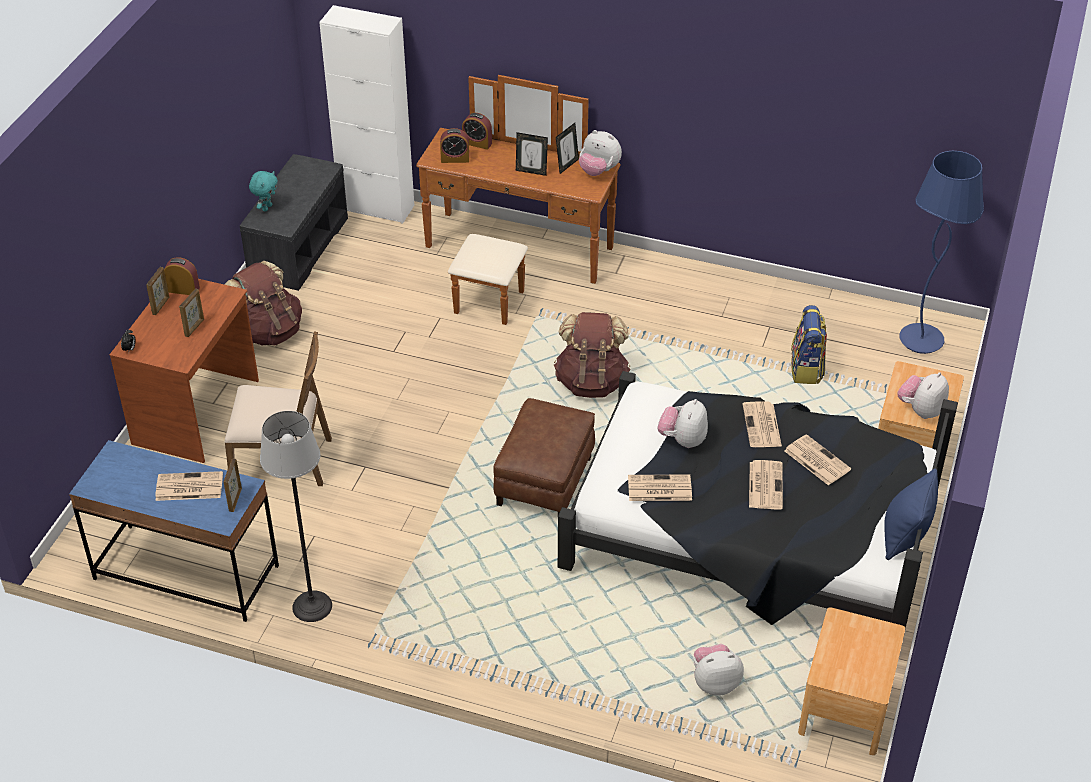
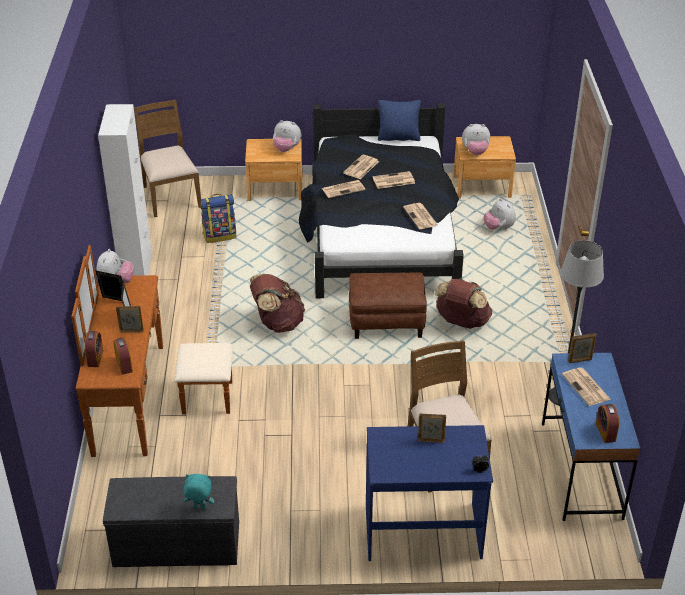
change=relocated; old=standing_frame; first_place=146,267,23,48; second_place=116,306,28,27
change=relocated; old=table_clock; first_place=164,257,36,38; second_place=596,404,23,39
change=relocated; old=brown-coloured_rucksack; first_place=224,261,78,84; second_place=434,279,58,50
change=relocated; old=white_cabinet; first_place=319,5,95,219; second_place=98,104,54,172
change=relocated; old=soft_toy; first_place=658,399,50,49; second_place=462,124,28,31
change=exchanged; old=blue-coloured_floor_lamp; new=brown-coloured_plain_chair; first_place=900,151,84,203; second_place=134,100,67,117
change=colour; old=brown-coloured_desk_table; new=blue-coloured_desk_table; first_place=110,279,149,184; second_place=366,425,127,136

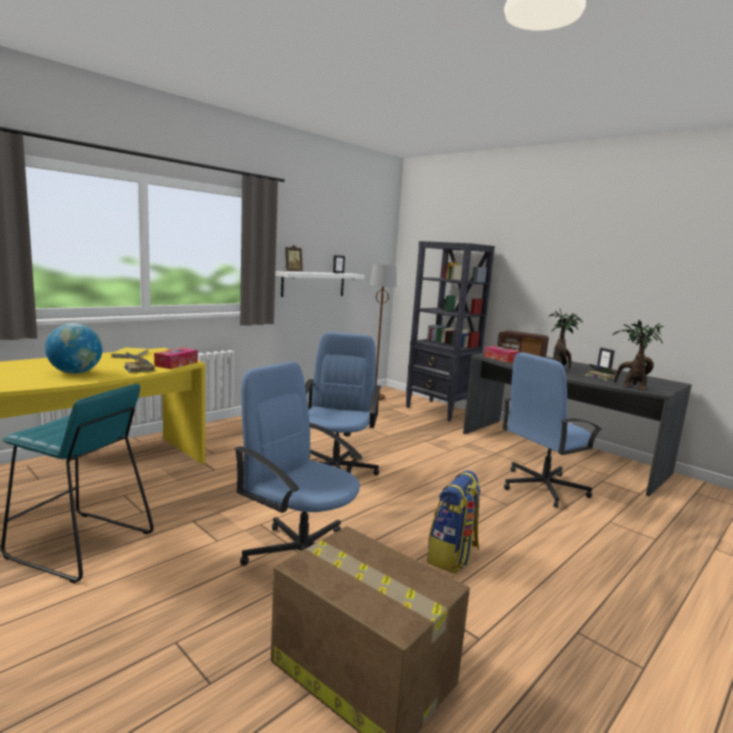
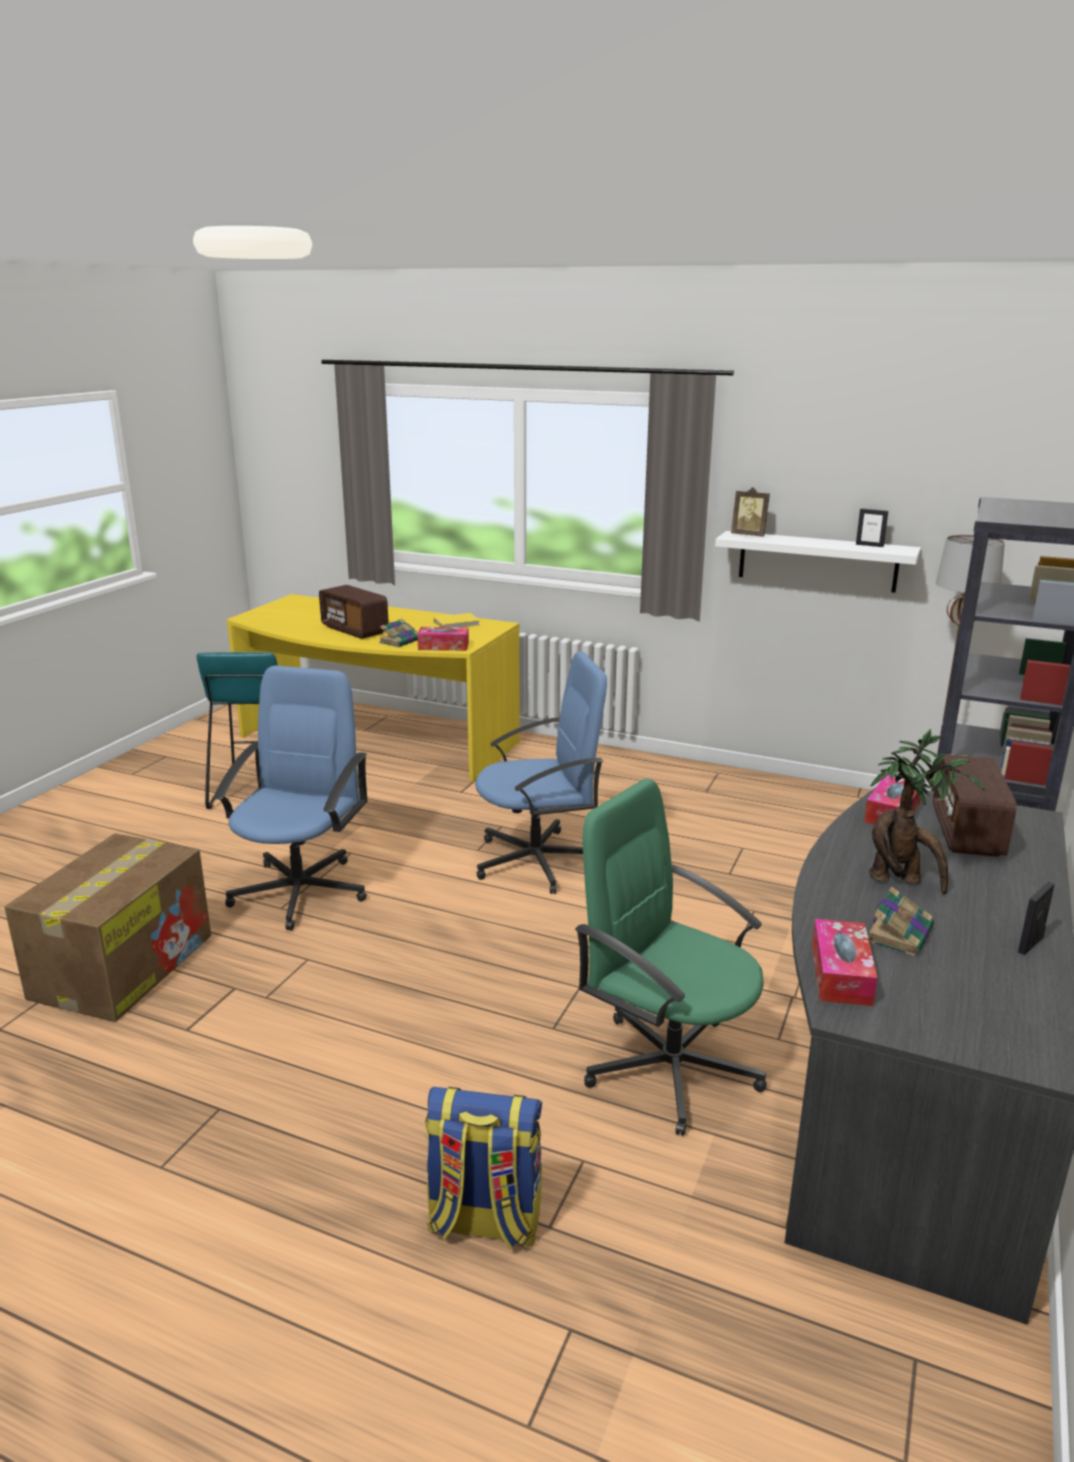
change=relocated; old=rucksack; first_place=427,470,54,103; second_place=425,1087,117,163
change=exchanged; old=desk_globe; new=radio; first_place=45,323,58,51; second_place=319,585,70,54
change=exchanged; old=potted_plant; new=box_of_tissues; first_place=613,320,51,70; second_place=812,919,66,87
change=colour; old=blue-coloured_desk_chair; new=greenish_desk_chair; first_place=503,352,99,156; second_place=575,779,192,357

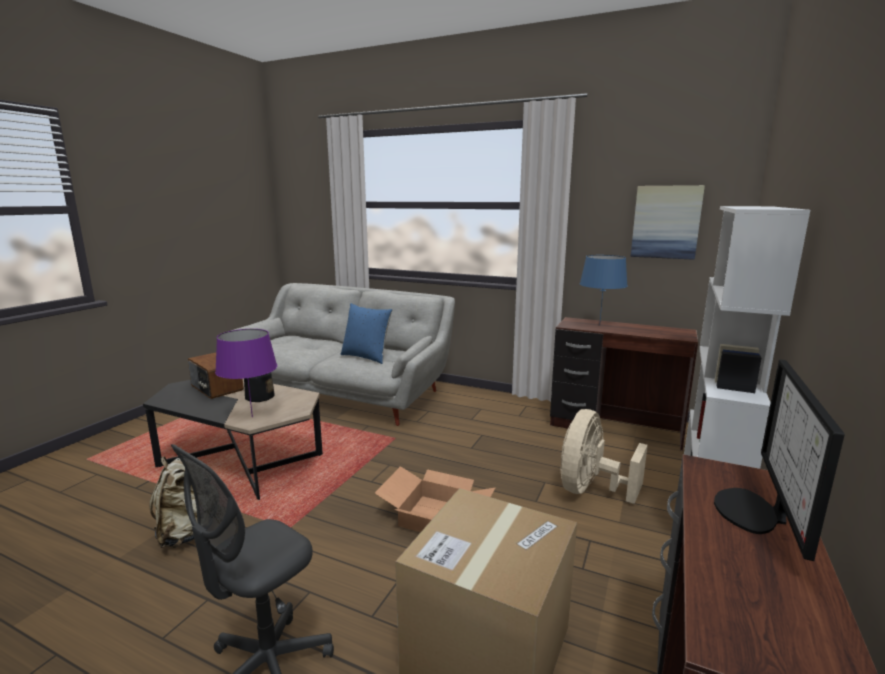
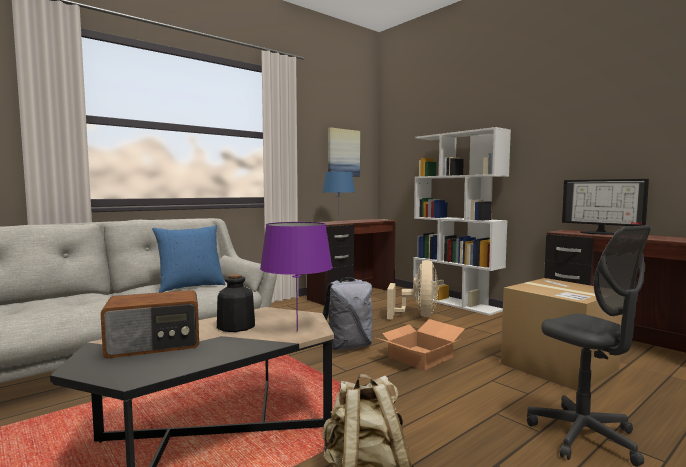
change=appeared; new=greyish_rucksack; second_place=323,277,49,73
change=spun; old=beige-coloured_cooling_fan; first_place=560,409,88,95; second_place=387,260,52,59; degrees=-135

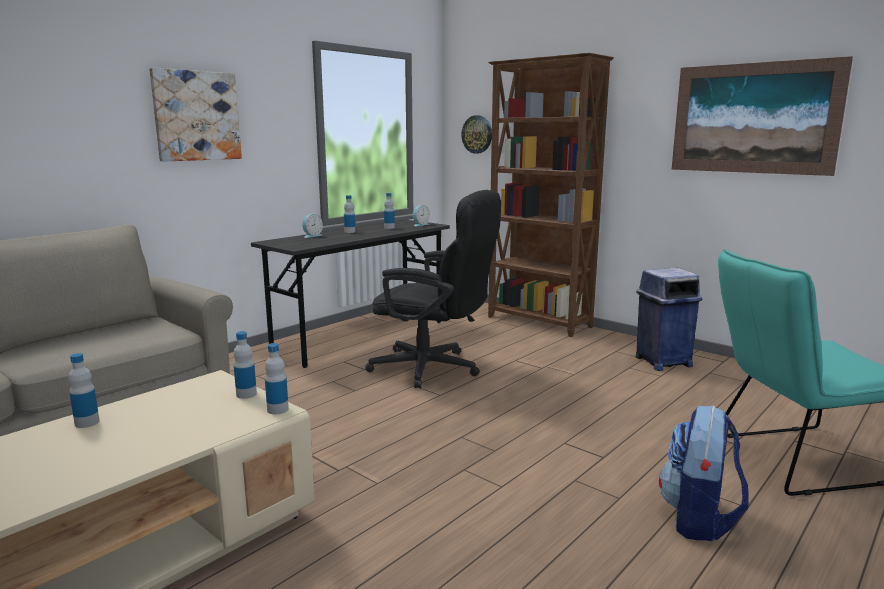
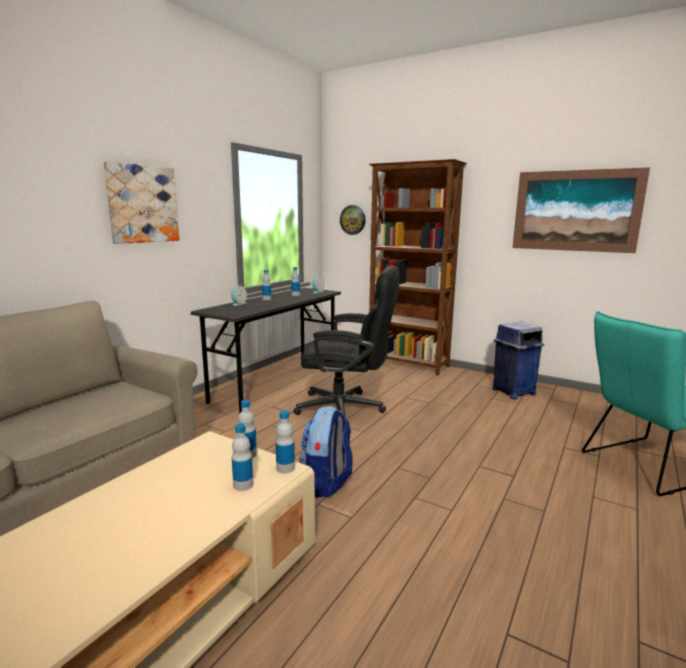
change=relocated; old=beverage_bottle; first_place=68,353,32,75; second_place=232,424,21,67
change=relocated; old=rucksack; first_place=659,406,90,135; second_place=299,406,54,91

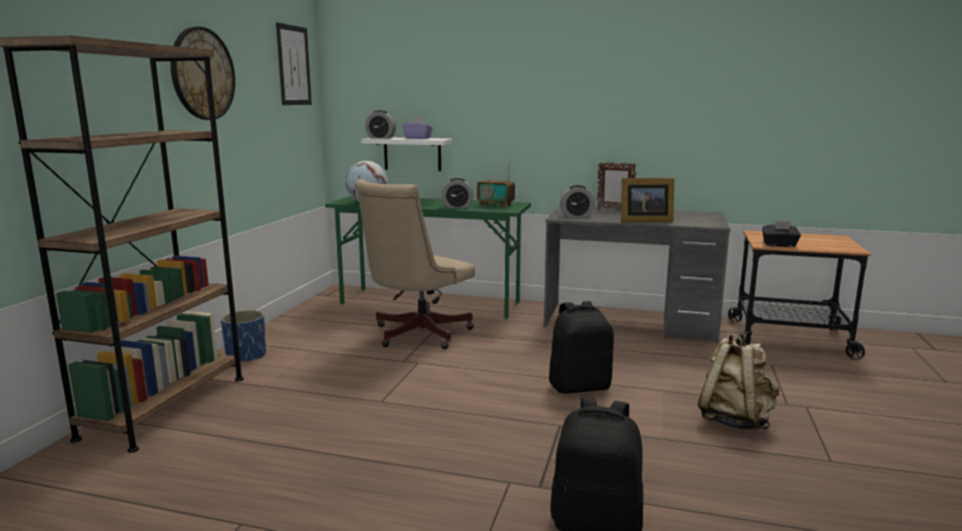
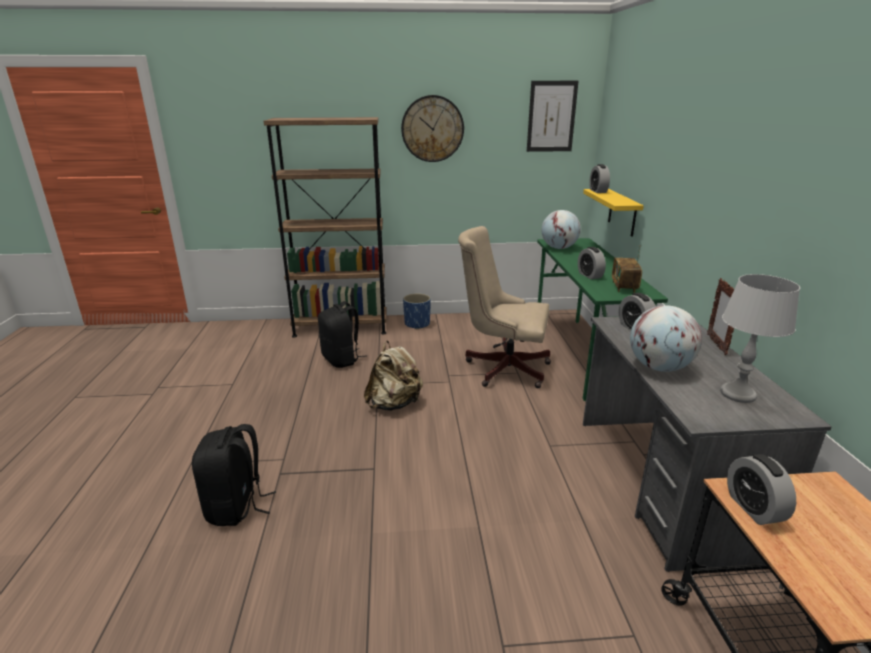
change=missing; old=purplish_box_of_tissues; first_place=403,117,29,22
change=appeared; new=greyish_tabletop_lamp; second_place=720,274,80,129
change=relocated; old=blackish_rucksack; first_place=549,301,65,93; second_place=318,301,49,67
change=relocated; old=beige-coloured_rucksack; first_place=698,333,81,97; second_place=364,341,59,70
change=exchanged; old=standing_frame; new=desk_globe; first_place=621,178,53,44; second_place=630,305,72,67
change=exchanged; old=blackish_box_of_tissues; new=table_clock; first_place=762,221,39,26; second_place=727,454,69,71
change=colour; old=white_bracket_shelf; new=yellow_bracket_shelf; first_place=362,138,90,33; second_place=583,189,61,48

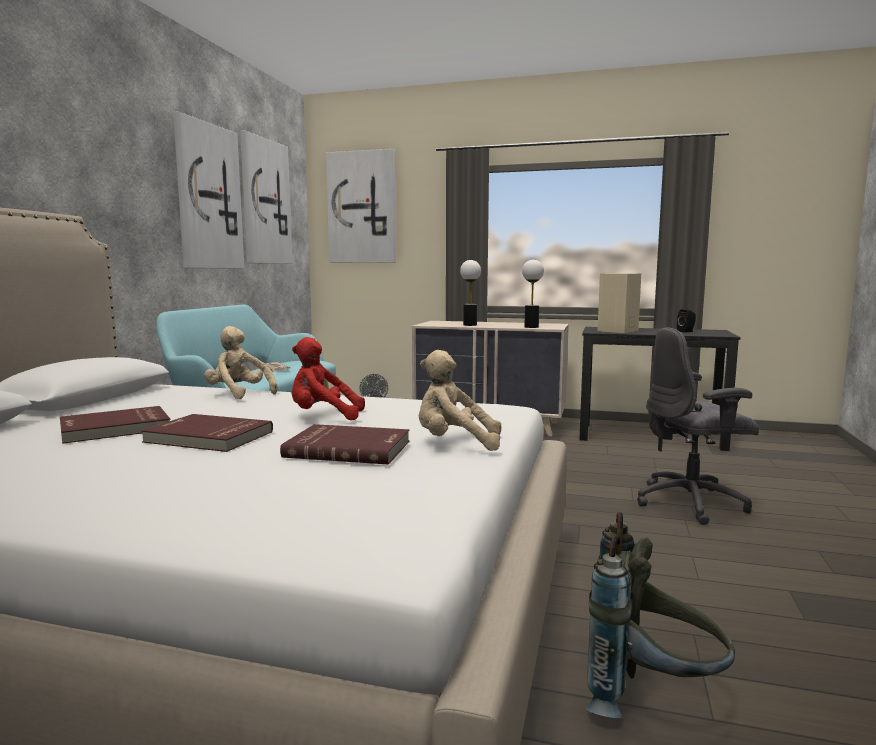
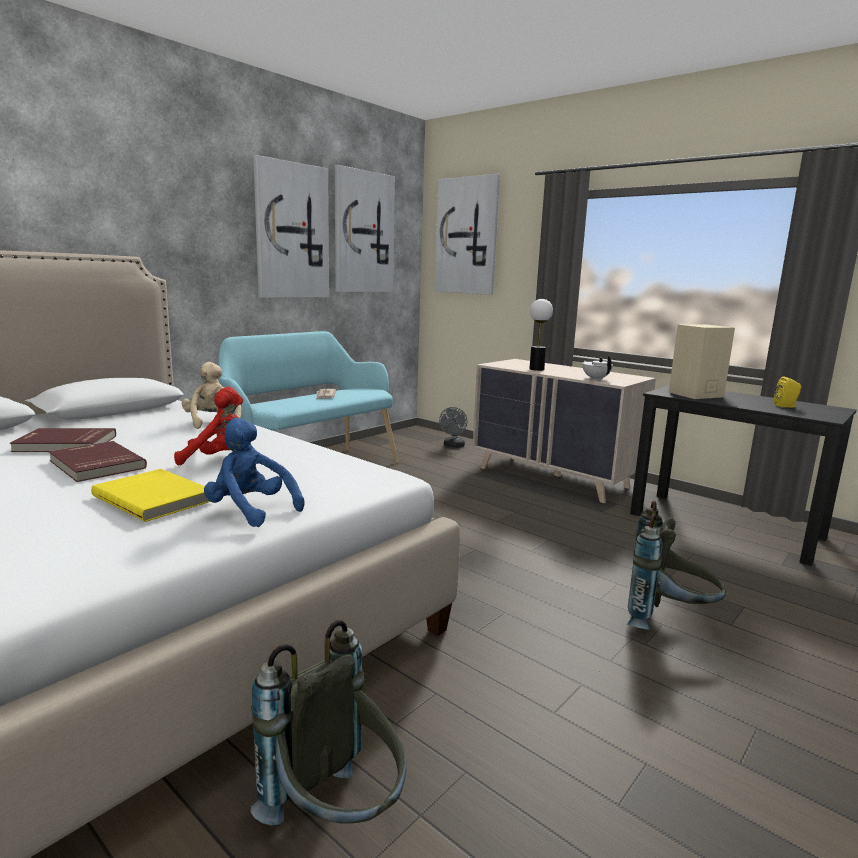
change=exchanged; old=tabletop_lamp; new=white_tea_pot; first_place=522,260,22,68; second_place=582,355,31,26
change=exchanged; old=greyish_desk_chair; new=greyish_rucksack; first_place=637,327,122,198; second_place=626,500,100,130
change=colour; old=red_book; new=yellow_book; first_place=280,424,129,41; second_place=91,469,120,53
change=colour; old=beige-coloured_soft_toy; new=blue-coloured_soft_toy; first_place=419,350,82,101; second_place=204,418,101,109
change=colour; old=blackish_audio_speaker; new=yellow_audio_speaker; first_place=677,309,19,23; second_place=774,376,28,31
change=spun; old=red_soft_toy; first_place=292,337,73,83; second_place=174,387,69,78; degrees=150

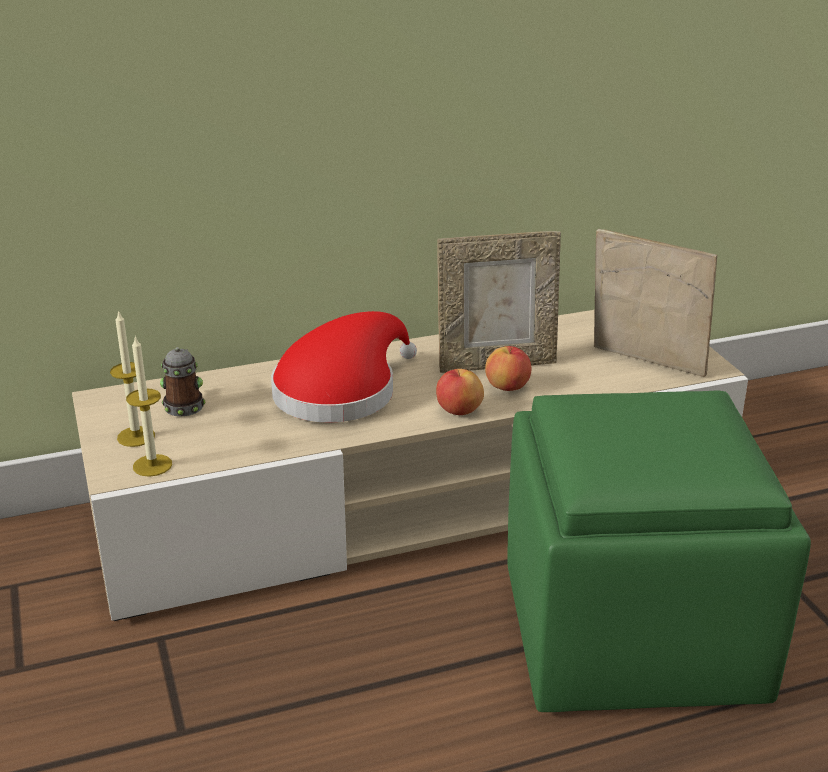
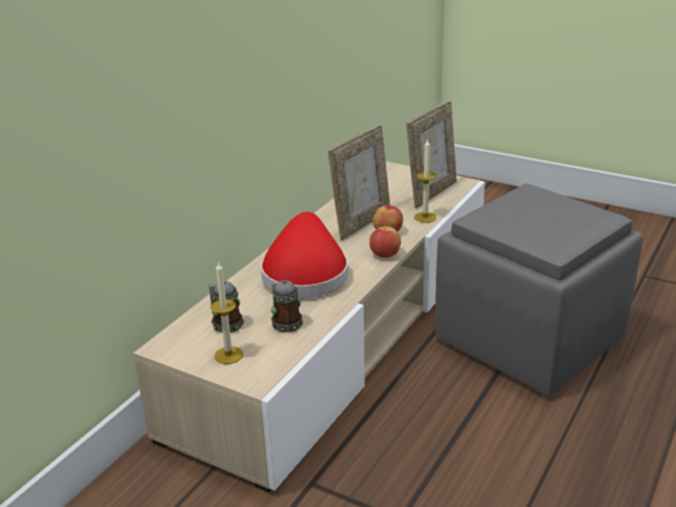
change=appeared; new=coffee_mug; second_place=271,280,32,52
change=relocated; old=wax_light; first_place=126,335,46,142; second_place=414,139,23,84
change=colour; old=greenish_footrest; new=greyish_footrest; first_place=507,391,304,321; second_place=435,184,208,212
change=spun; old=standing_frame; first_place=594,229,123,148; second_place=406,101,51,107; degrees=135

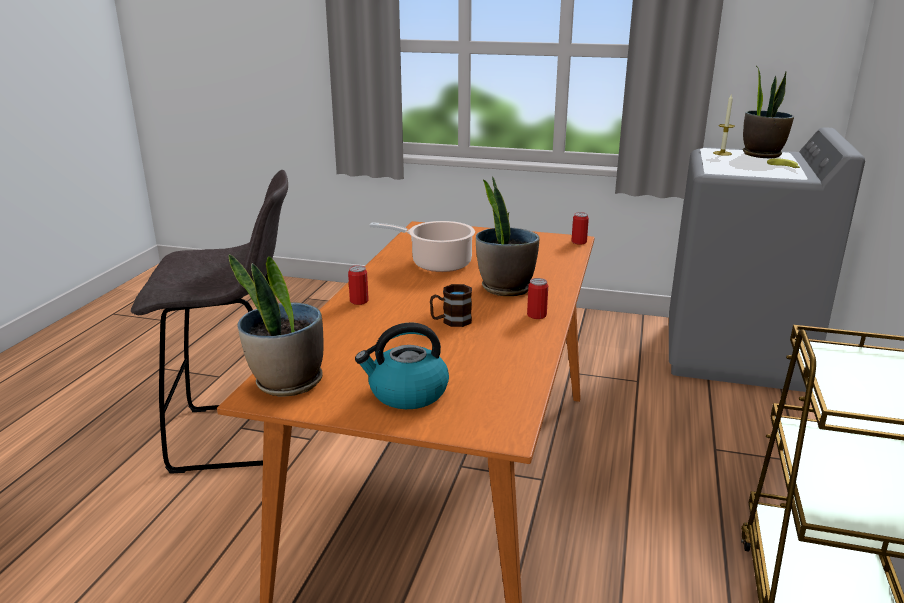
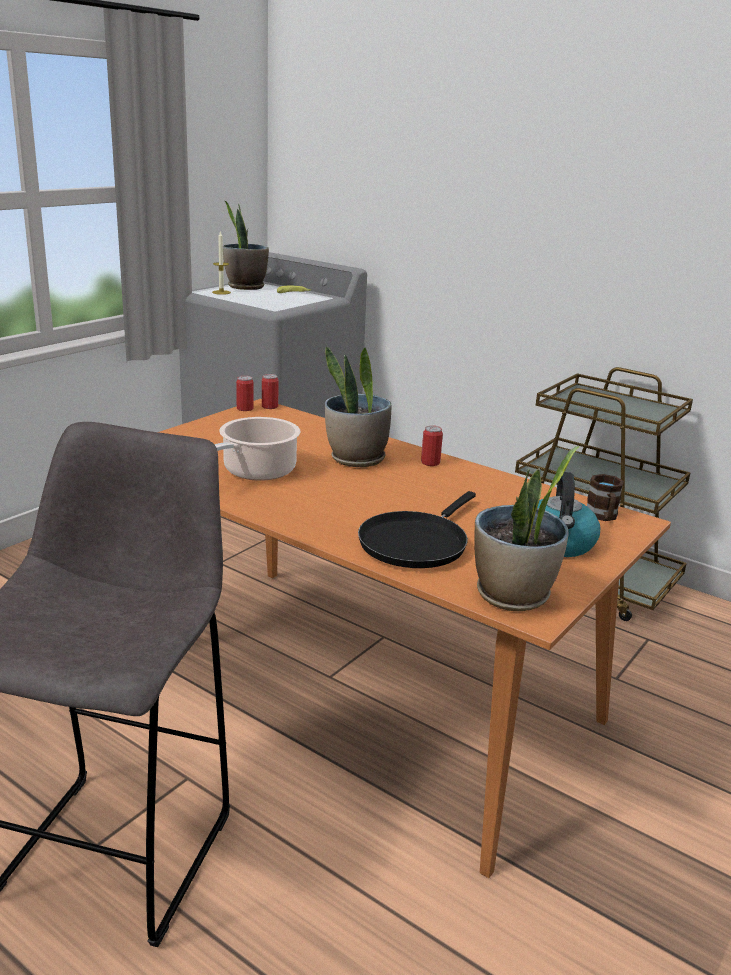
change=appeared; new=blackish_skillet; second_place=358,491,118,77
change=relocated; old=can; first_place=348,265,21,40; second_place=236,376,18,35
change=relocated; old=brown-coloured_coffee_mug; first_place=430,284,42,43; second_place=587,474,37,47

